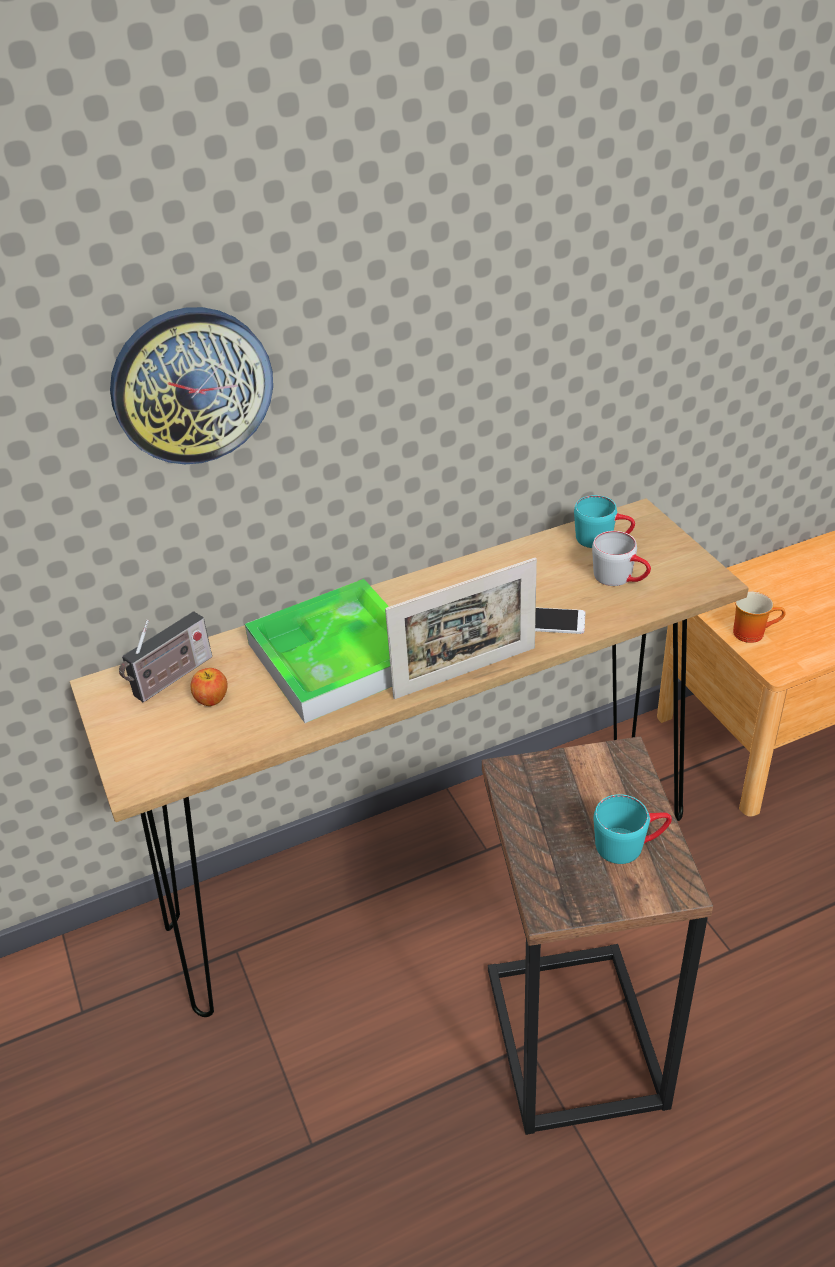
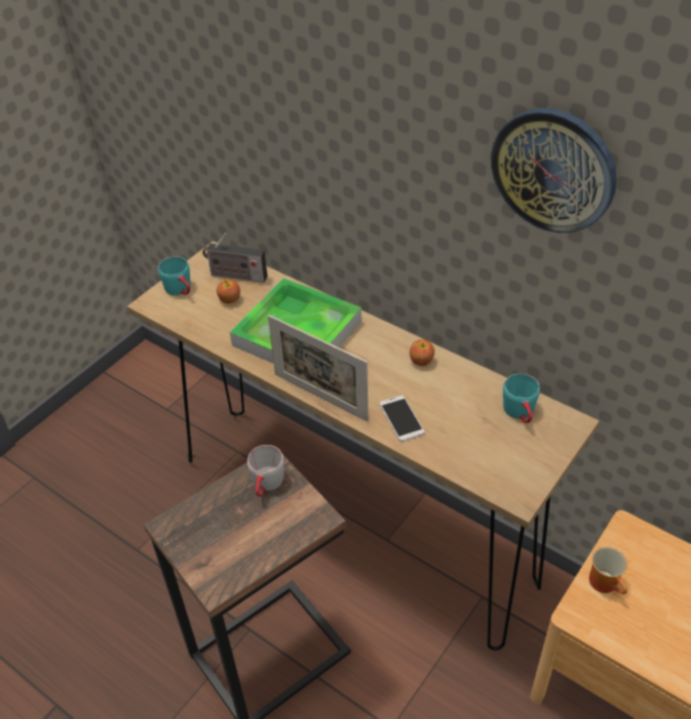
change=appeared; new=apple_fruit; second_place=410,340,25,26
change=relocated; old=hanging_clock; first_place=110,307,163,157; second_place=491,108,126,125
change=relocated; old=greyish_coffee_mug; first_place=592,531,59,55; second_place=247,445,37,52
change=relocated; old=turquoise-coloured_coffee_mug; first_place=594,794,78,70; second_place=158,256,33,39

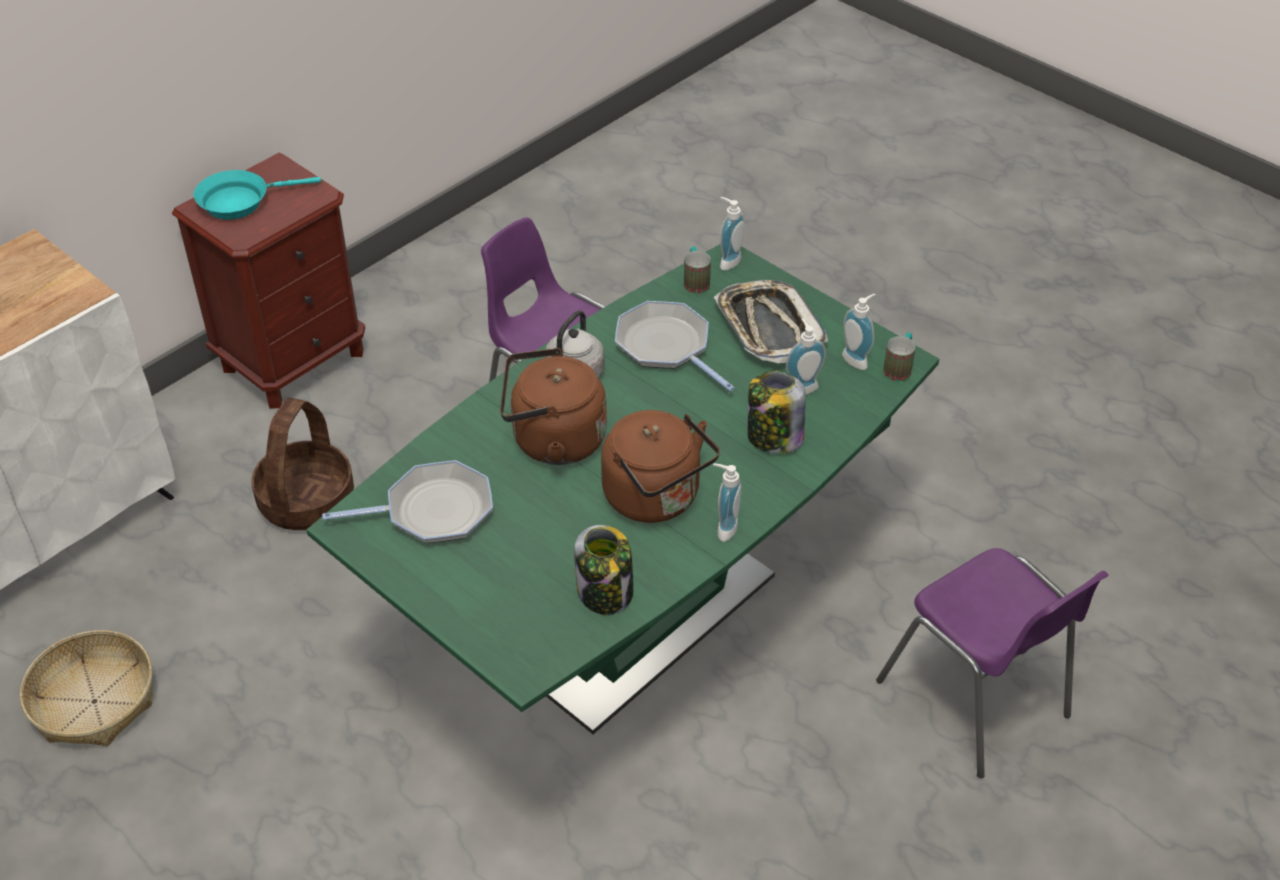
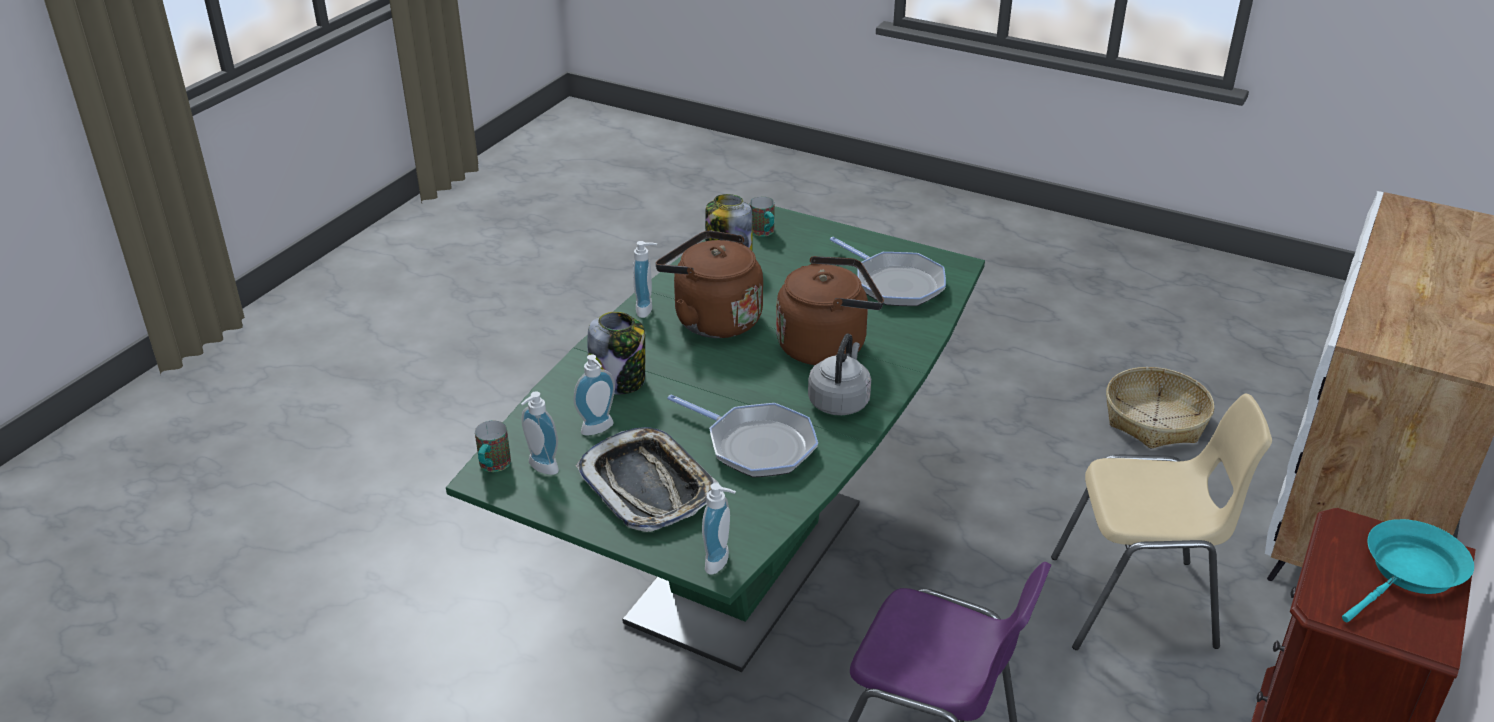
change=missing; old=purplish_plain_chair; first_place=876,548,233,230
change=relocated; old=coffee_mug; first_place=684,246,27,48; second_place=750,197,25,40
change=exchanged; old=household_basket; new=beige-coloured_plain_chair; first_place=251,398,103,132; second_place=1051,394,221,256
change=spun; old=skillet; first_place=322,460,171,83; second_place=830,237,116,69; degrees=-105

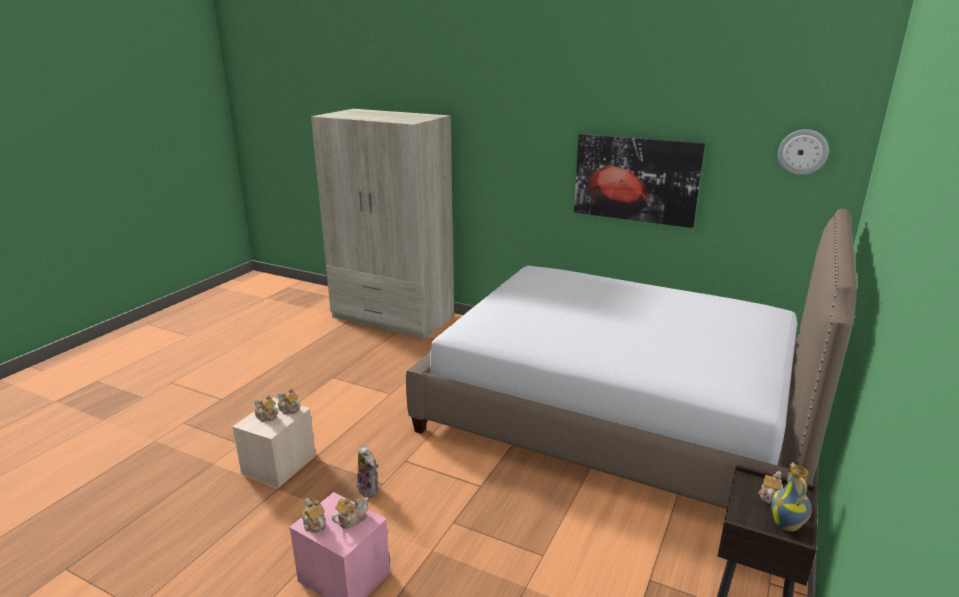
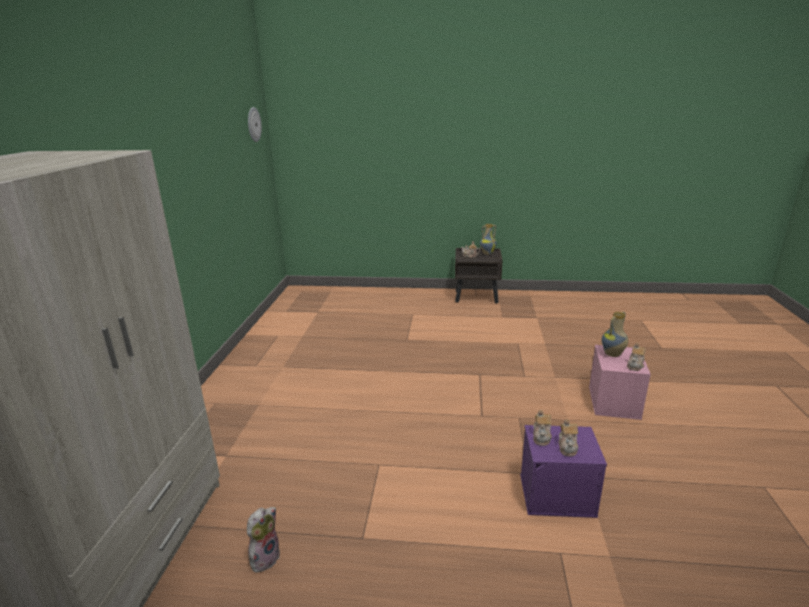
change=missing; old=bedroom_bed; first_place=406,209,452,300
change=missing; old=picture; first_place=574,134,131,94
change=relocated; old=soft_toy; first_place=357,445,21,52; second_place=247,507,33,66
change=exchanged; old=tea_pot; new=flower_vase; first_place=332,497,36,32; second_place=602,312,26,45
change=colour; old=beige-coloured_storage_box; new=purplish_storage_box; first_place=232,398,84,90; second_place=520,425,87,93

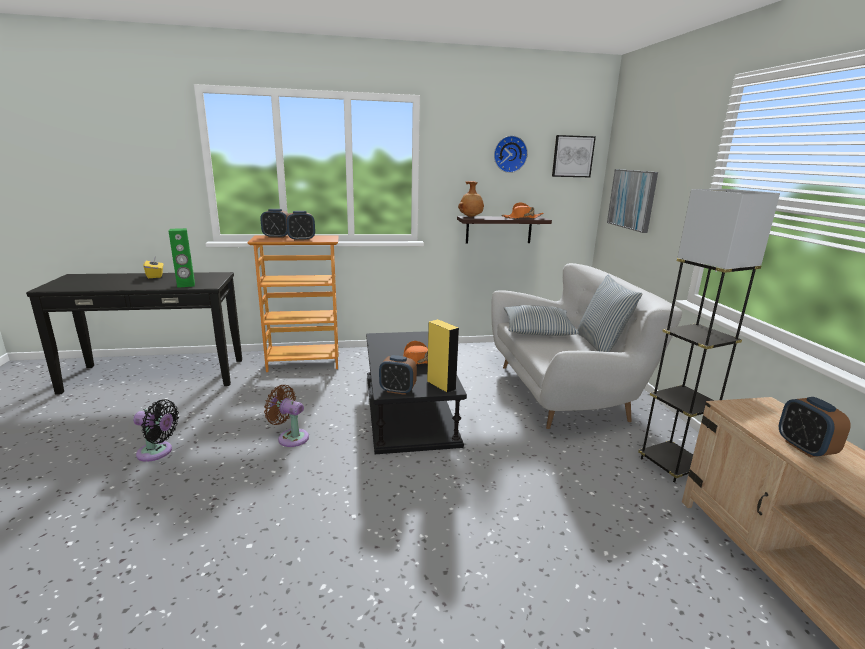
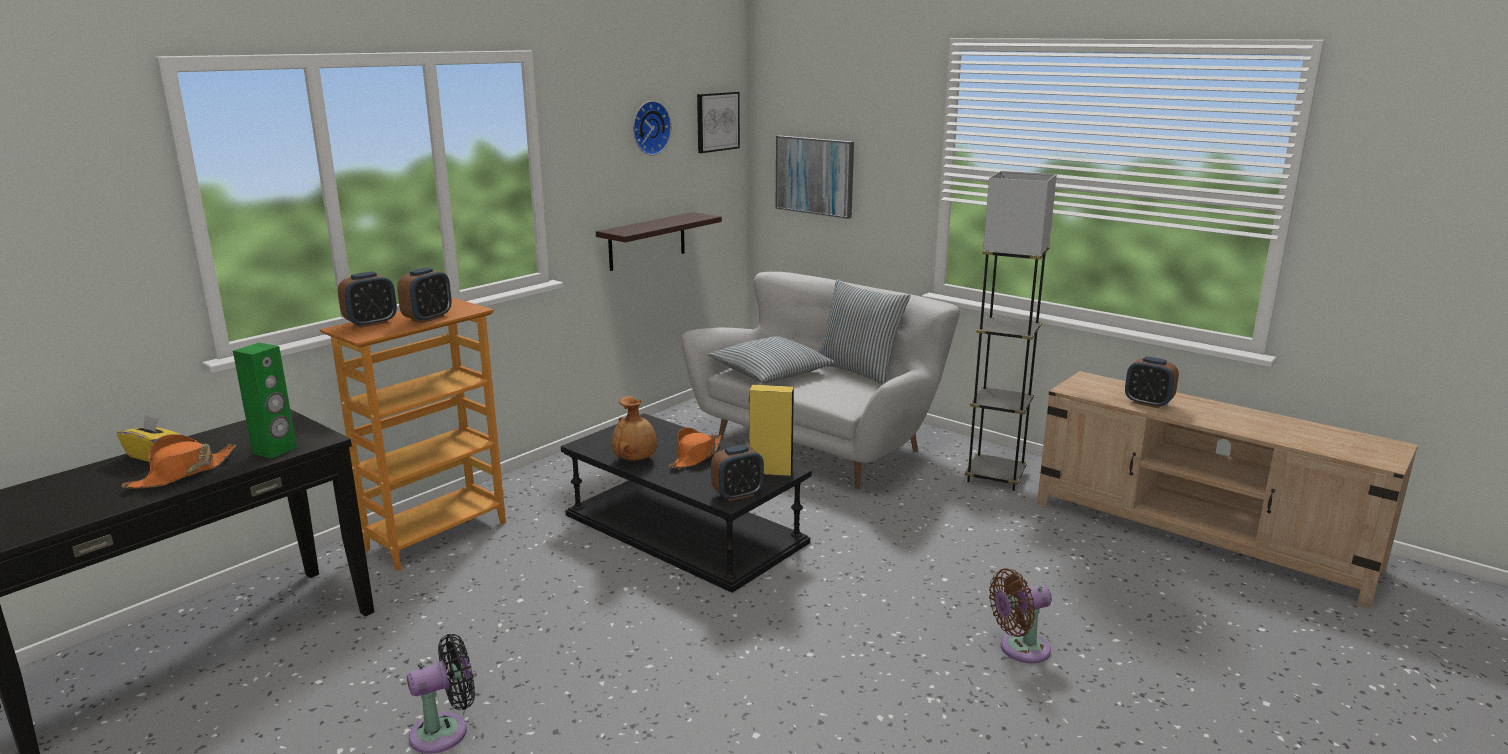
change=relocated; old=brown-coloured_cooling_fan; first_place=264,385,45,62; second_place=989,568,63,95
change=relocated; old=brown-coloured_flower_vase; first_place=458,181,26,36; second_place=612,396,45,65
change=relocated; old=orange_hat; first_place=501,202,42,17; second_place=122,434,114,55

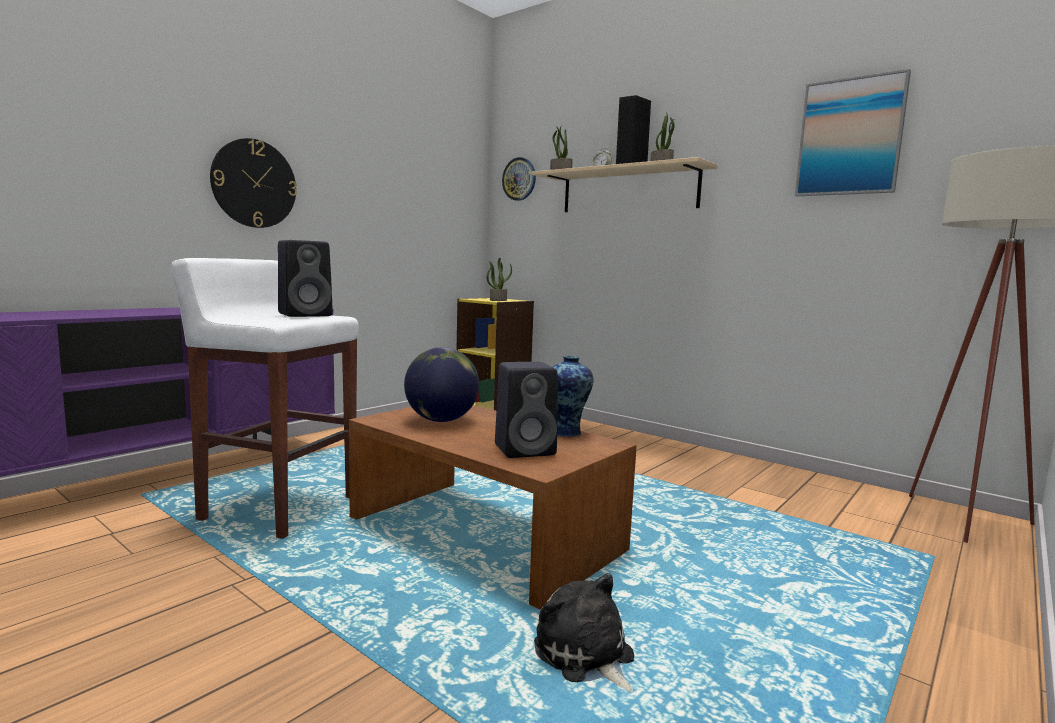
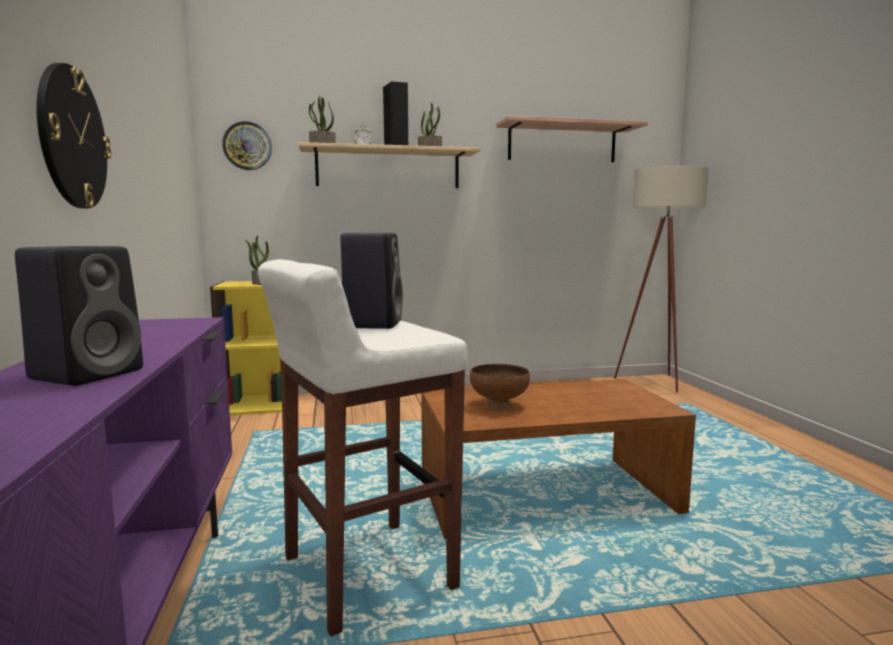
change=missing; old=soft_toy; first_place=534,573,100,119
change=missing; old=flower_vase; first_place=553,355,40,82
change=relocated; old=blackish_audio_speaker; first_place=495,362,63,96; second_place=15,246,128,140
change=exchanged; old=desk_globe; new=brown-coloured_bowl; first_place=404,347,75,75; second_place=470,364,60,45
change=exchanged; old=picture; new=bracket_shelf; first_place=795,69,116,127; second_place=496,116,152,46

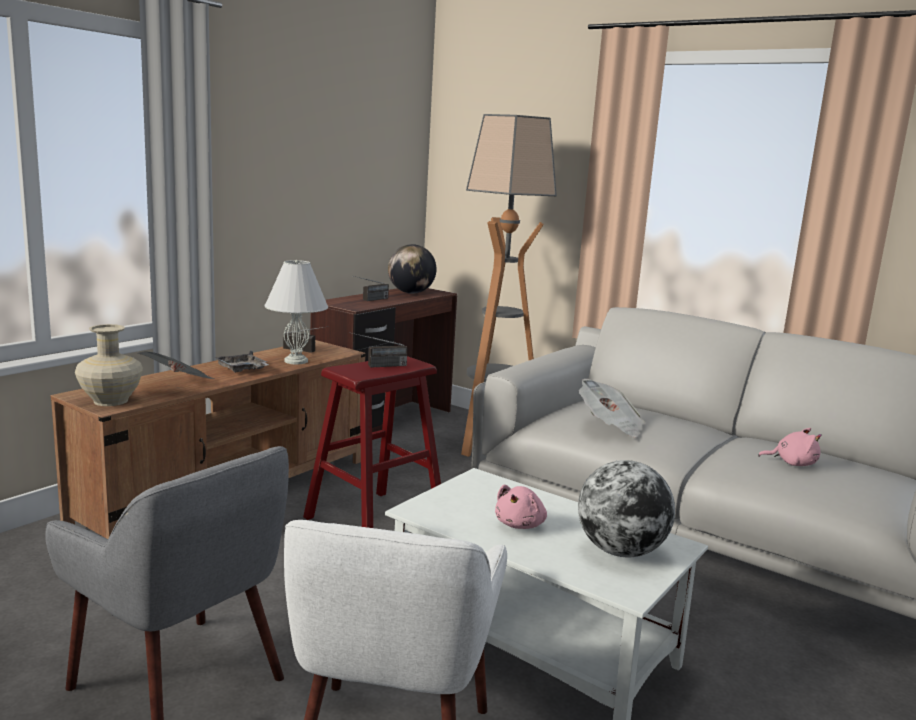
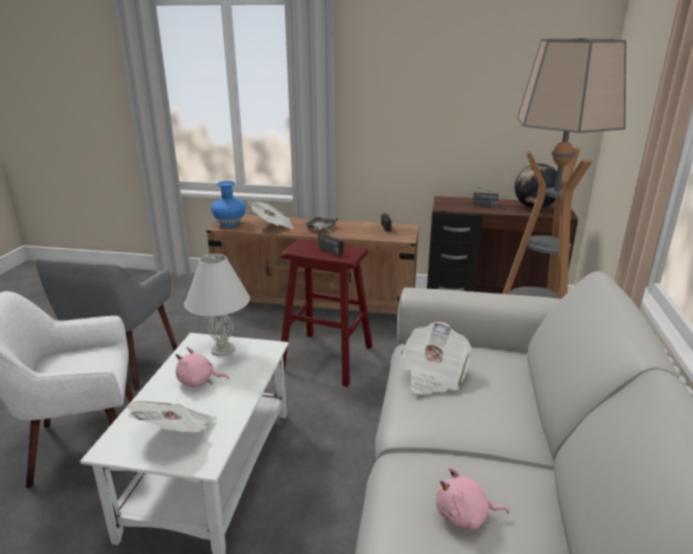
change=relocated; old=white_tabletop_lamp; first_place=264,260,64,104; second_place=184,254,66,102
change=exchanged; old=desk_globe; new=newspaper; first_place=578,460,97,98; second_place=127,401,90,32
change=colour; old=beige-coloured_flower_vase; new=blue-coloured_flower_vase; first_place=75,324,68,82; second_place=211,181,35,46
change=spun; old=pink-coloured_soft_toy; first_place=758,428,64,38; second_place=436,467,73,63; degrees=105

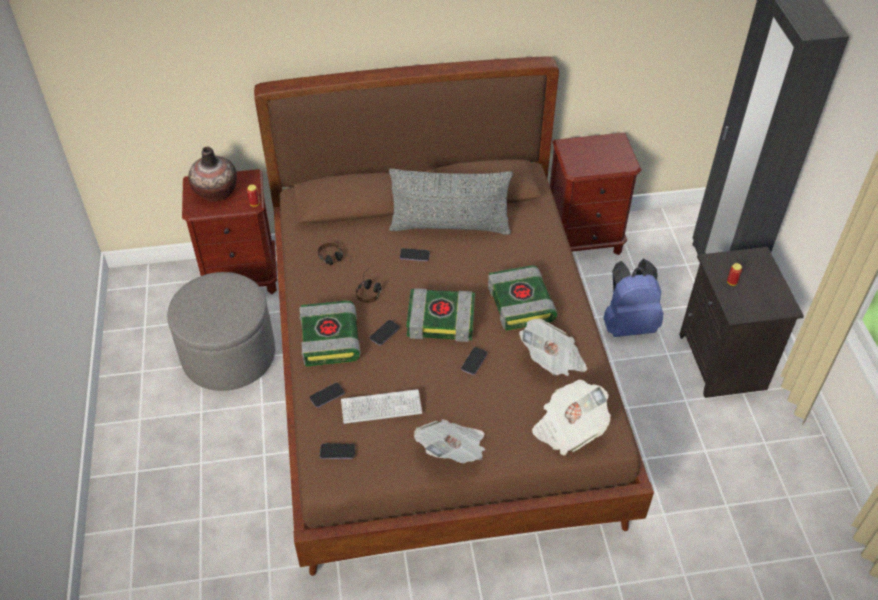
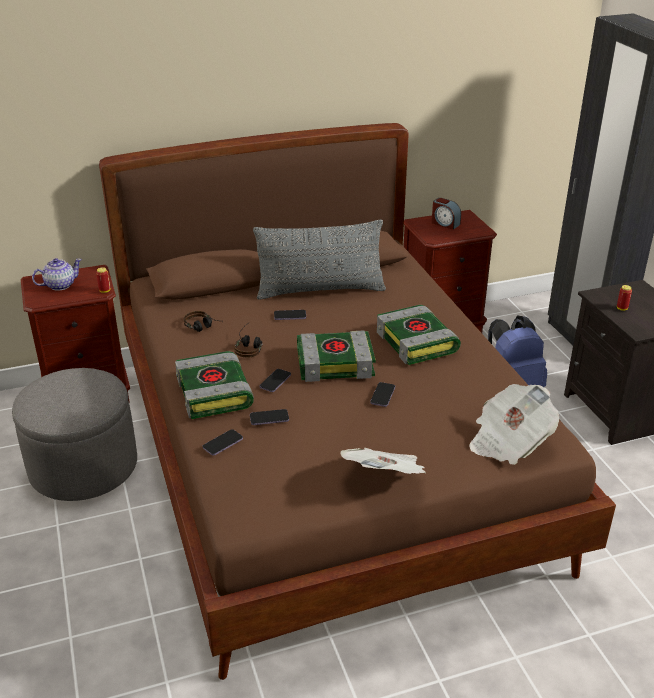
change=missing; old=computer_keyboard; first_place=341,389,81,35
change=missing; old=newspaper; first_place=519,319,69,57
change=appeared; new=table_clock; second_place=432,198,29,32
change=relocated; old=telephone; first_place=320,444,35,15; second_place=250,409,39,16
change=exchanged; old=flower_vase; new=tea_pot; first_place=189,147,48,54; second_place=32,258,50,33

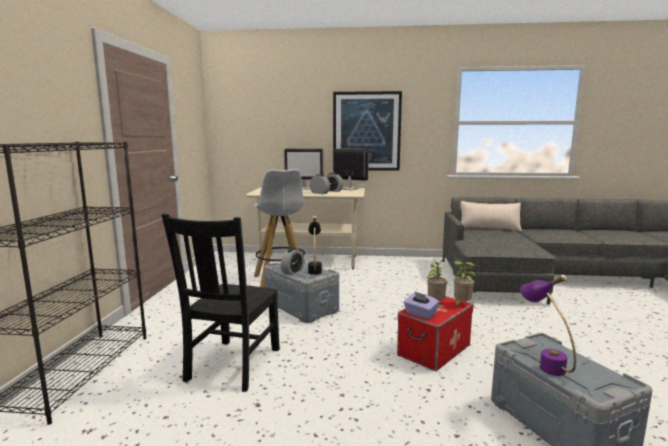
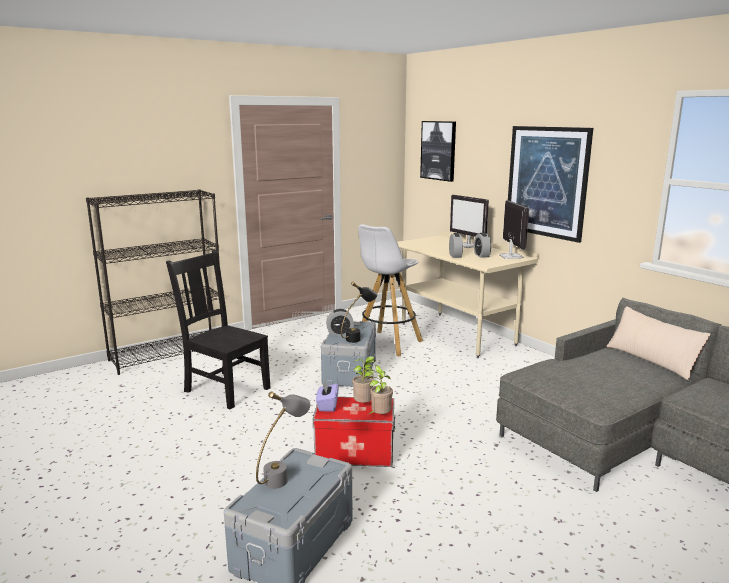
change=appeared; new=picture; second_place=420,121,36,61
change=colour; old=purplish_tabletop_lamp; new=greyish_tabletop_lamp; first_place=520,275,56,101; second_place=256,391,54,98
change=spun; old=blackish_plain_chair; first_place=161,213,119,179; second_place=166,250,105,159; degrees=60

